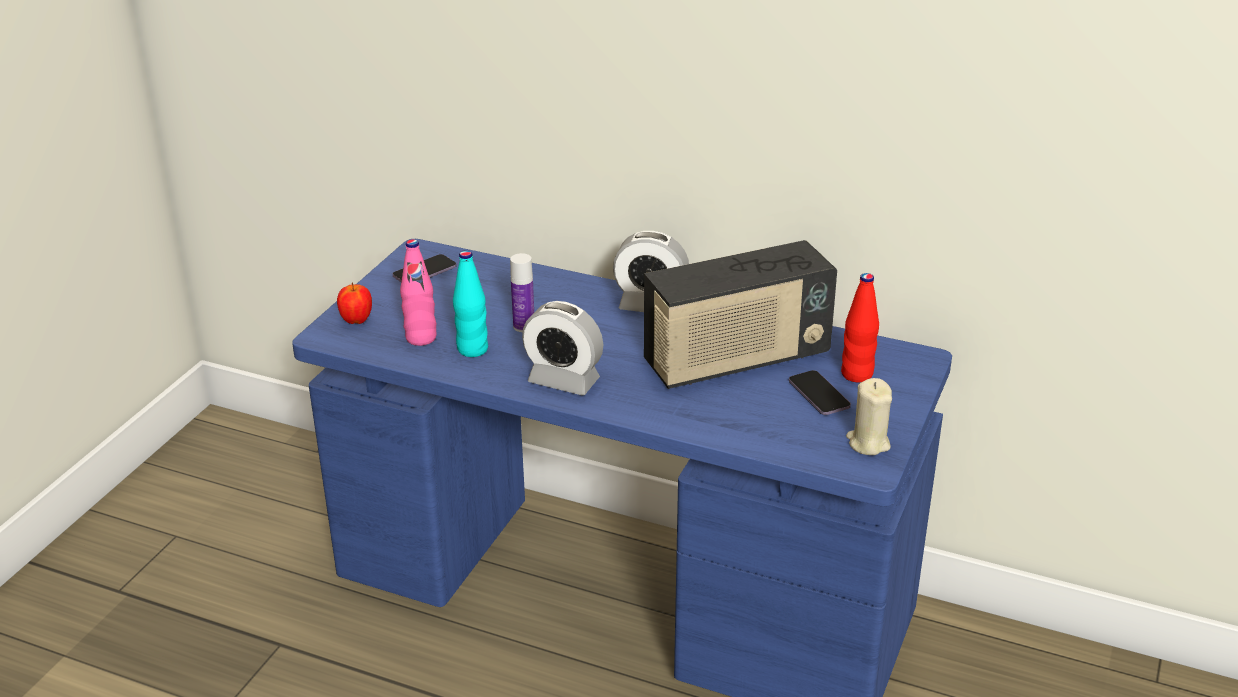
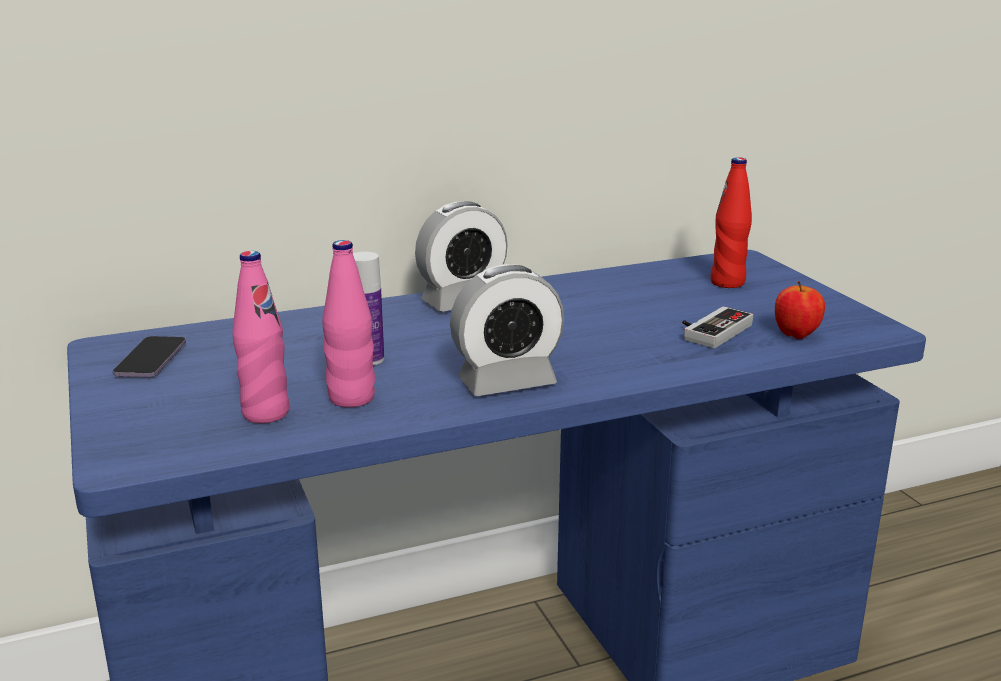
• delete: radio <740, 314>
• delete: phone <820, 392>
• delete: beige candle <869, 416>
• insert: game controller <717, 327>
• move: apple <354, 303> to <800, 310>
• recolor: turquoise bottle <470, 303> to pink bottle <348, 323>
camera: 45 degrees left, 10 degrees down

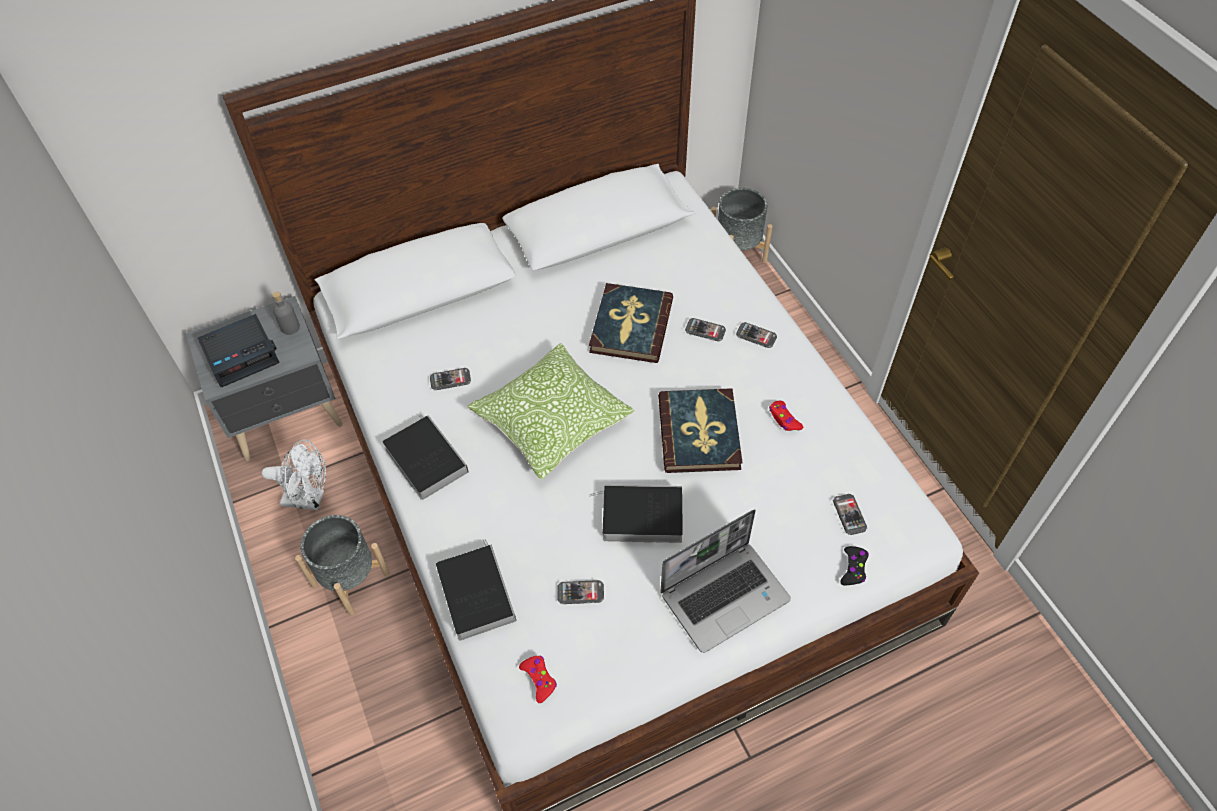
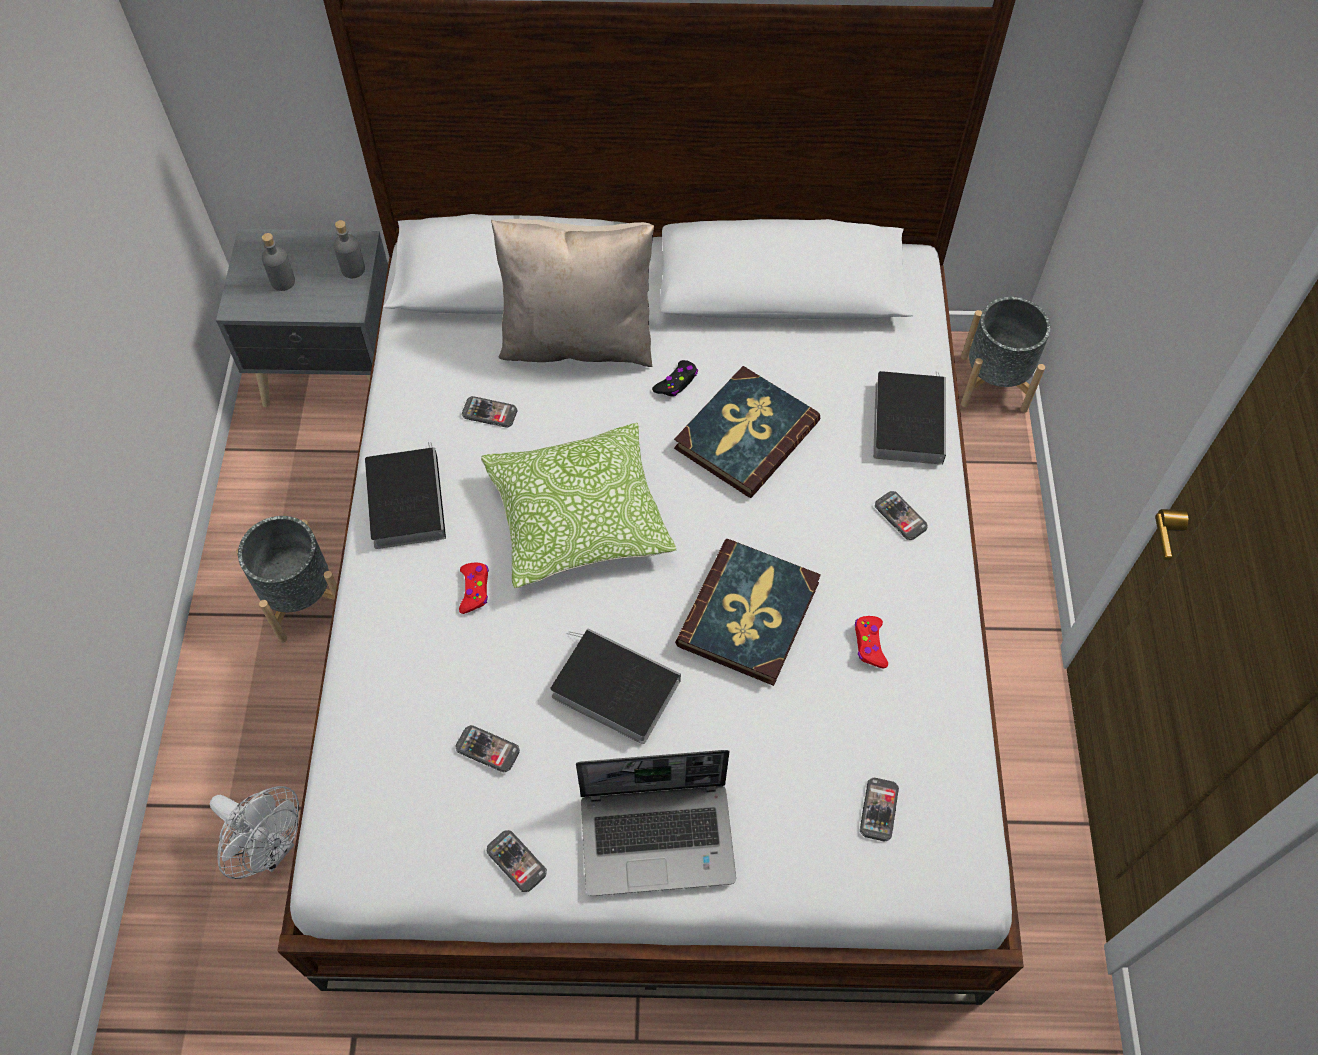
• insert: beige pillow <572, 293>
• move: white fan <294, 474> to <254, 832>
• move: book <476, 590> to <909, 418>
• move: red game controller <538, 679> to <474, 588>
• move: phone <705, 330> to <516, 861>
• move: black game controller <854, 566> to <675, 378>
• replace: alarm clock <239, 350> to grey bottle <278, 262>
camera: 25 degrees right, 5 degrees up

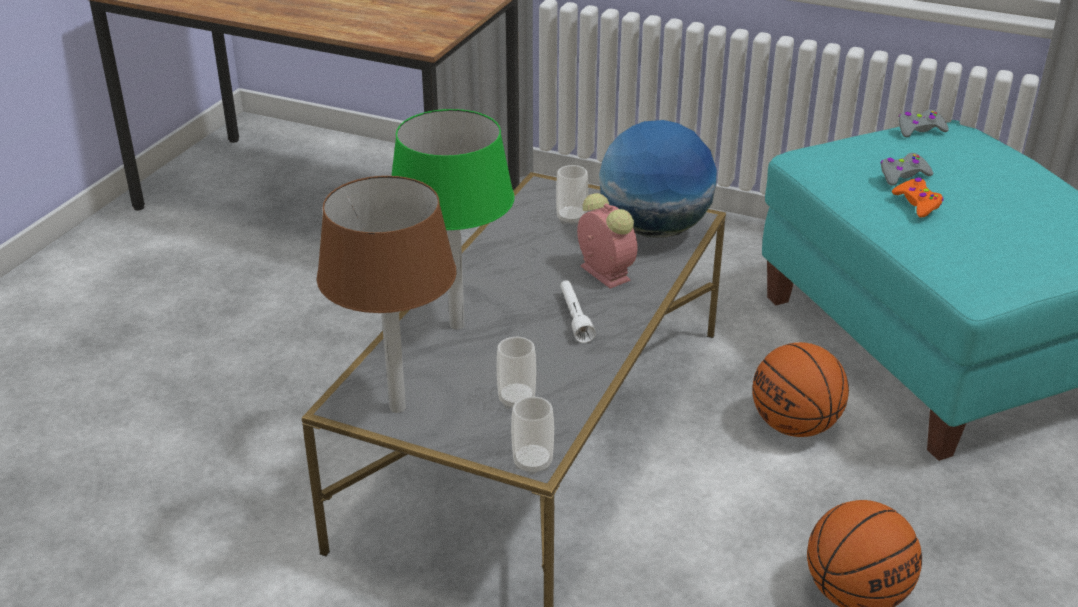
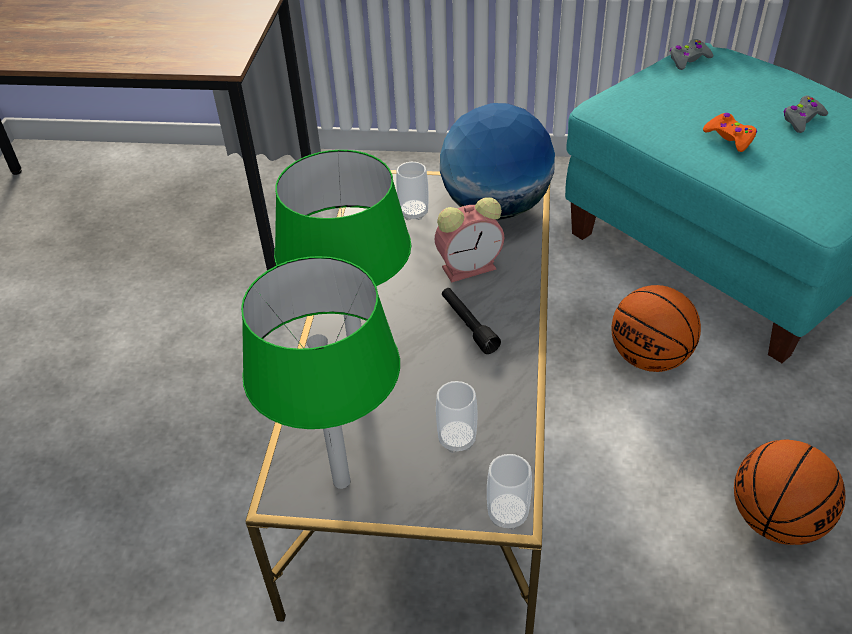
• move: grey game controller <906, 169> to <805, 114>
• recolor: brown table lamp <387, 294> to green table lamp <320, 372>
• recolor: white flashlight <578, 311> to black flashlight <471, 321>
• rotate: alarm clock <607, 240> = <469, 239> 120 degrees clockwise
camera: 15 degrees left, 10 degrees up

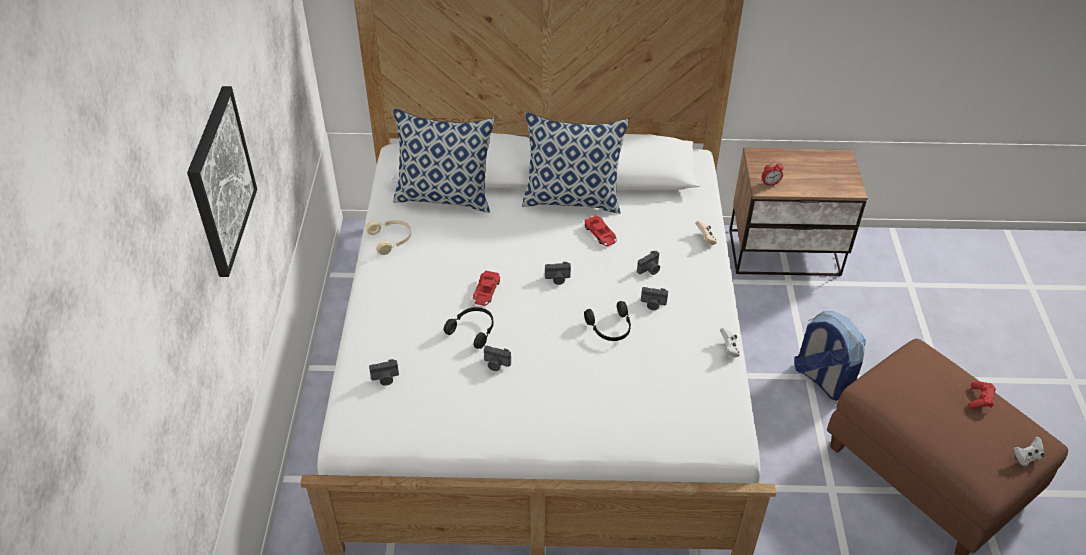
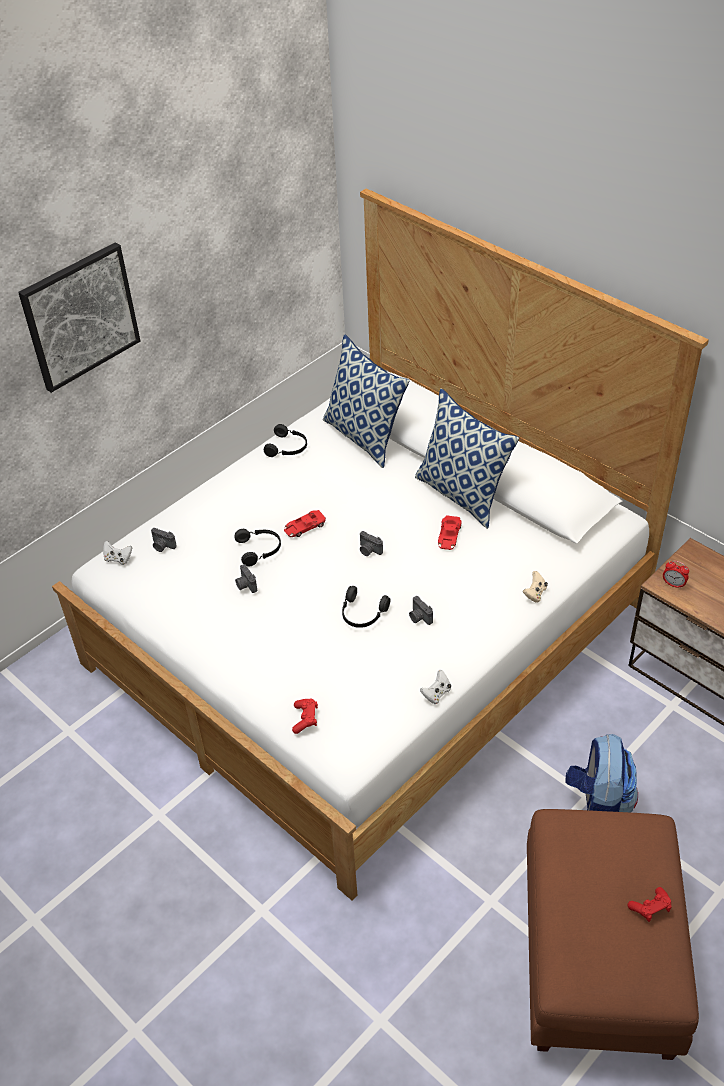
• delete: photo camera <648, 263>
• insert: red game controller <305, 716>
• move: white game controller <1029, 451> to <117, 553>
• recolor: beige headphones <388, 237> to black headphones <285, 440>
camera: 45 degrees right, 0 degrees up

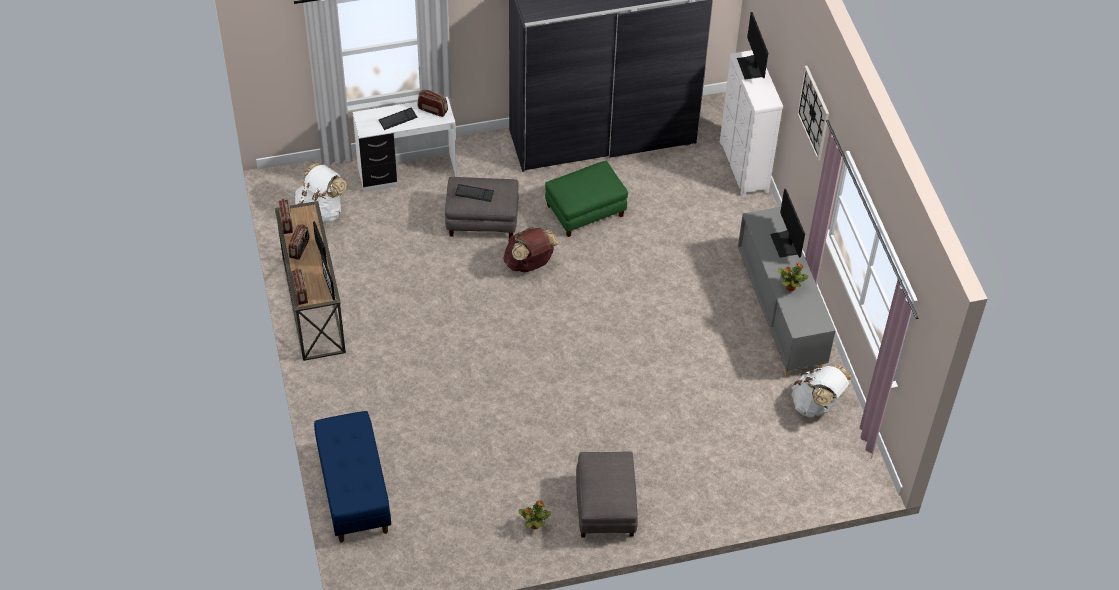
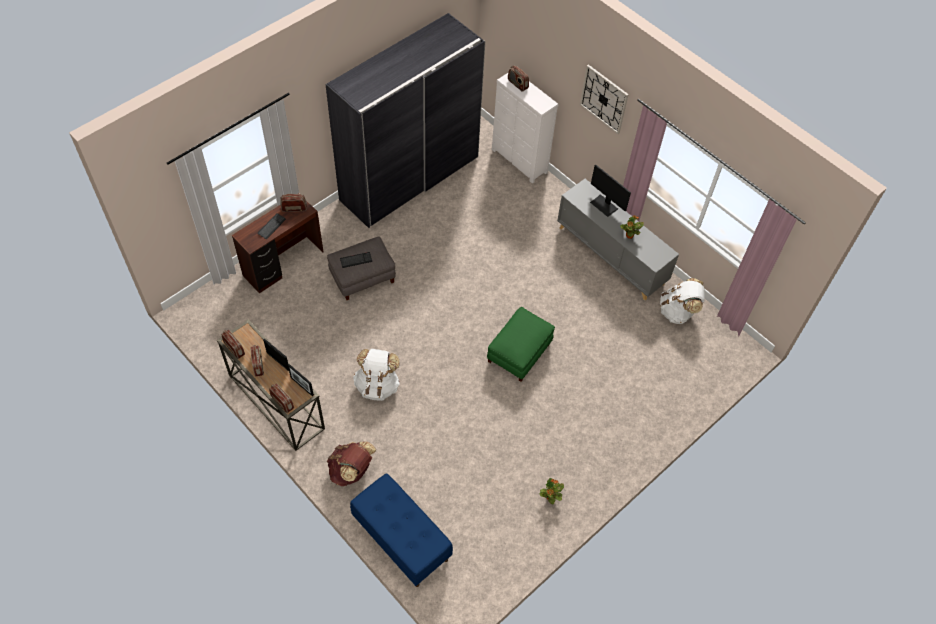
• delete: grey ottoman <607, 494>
• move: white backpack <321, 193> to <376, 375>
• move: brown backpack <531, 249> to <351, 463>
• move: green ottoman <586, 199> to <521, 344>
• replace: monitor <752, 45> to radio <518, 78>
• recolor: white desk <405, 144> to brown desk <277, 243>
camera: 30 degrees left, 5 degrees up

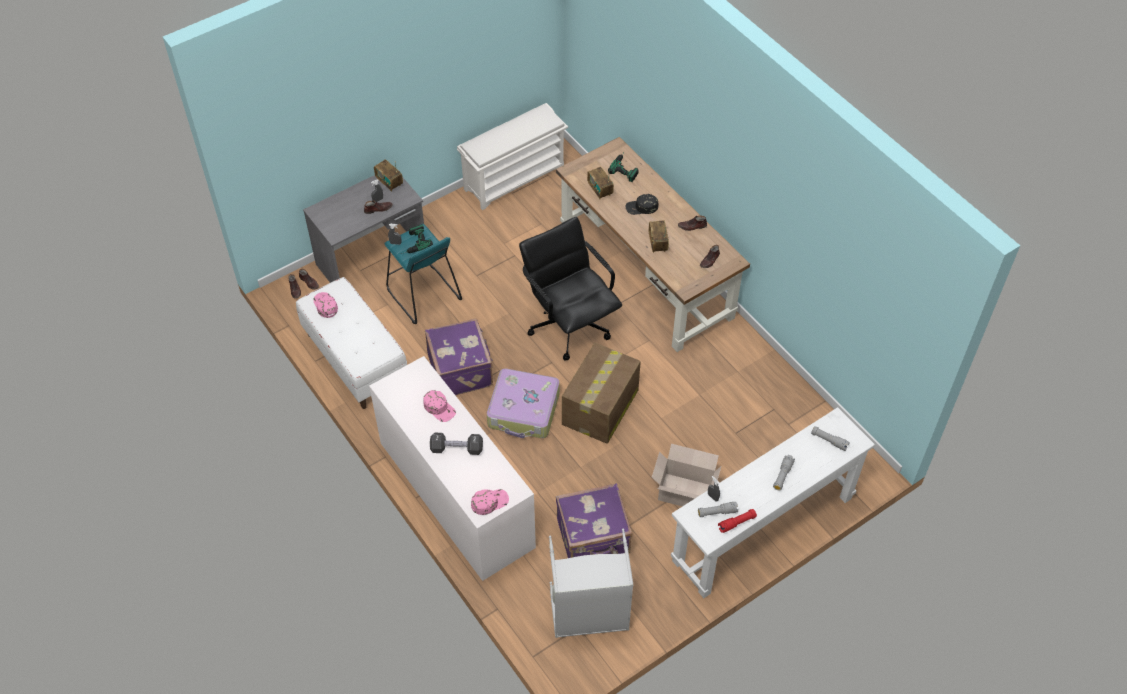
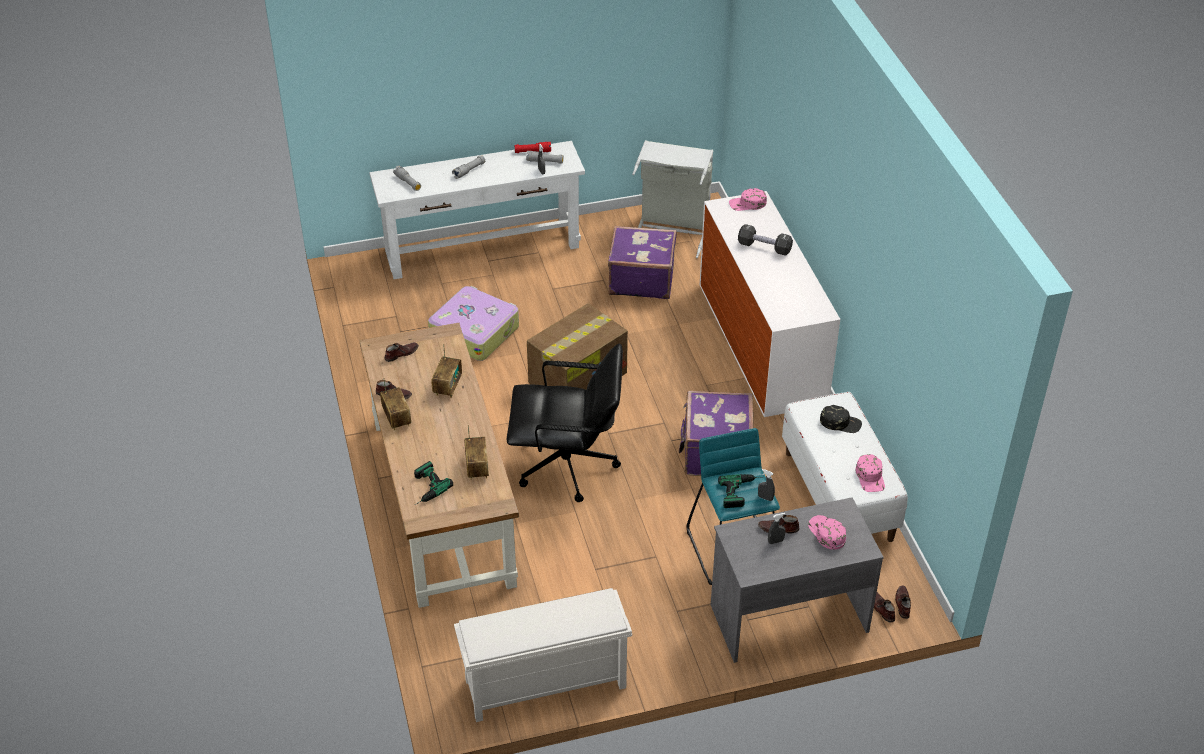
• delete: cardboard box <686, 475>
• move: radio <388, 176> to <395, 404>
• move: pink cap <439, 406> to <827, 532>
• move: suitcase <523, 403> to <473, 323>
• move: black cap <642, 204> to <841, 419>
• rotate: black office chair <570, 289> = <565, 422> 75 degrees counterclockwise
camera: 160 degrees left, 10 degrees down

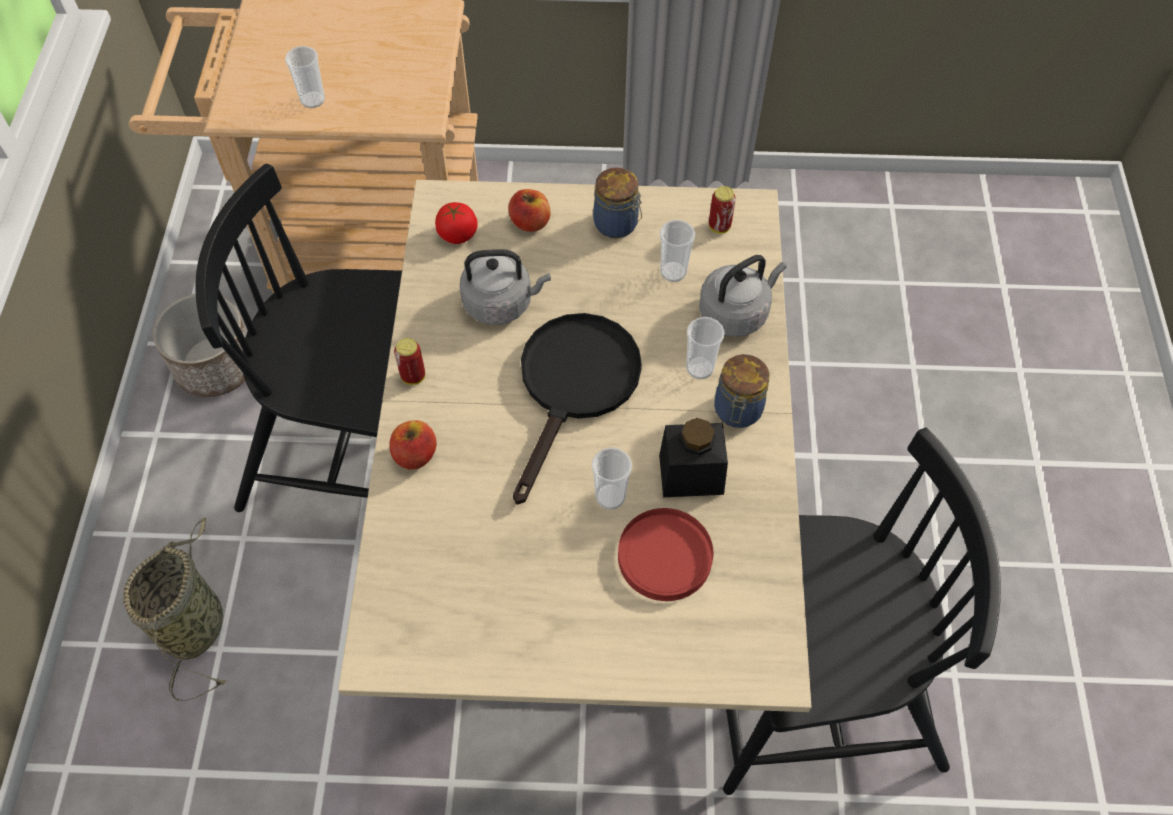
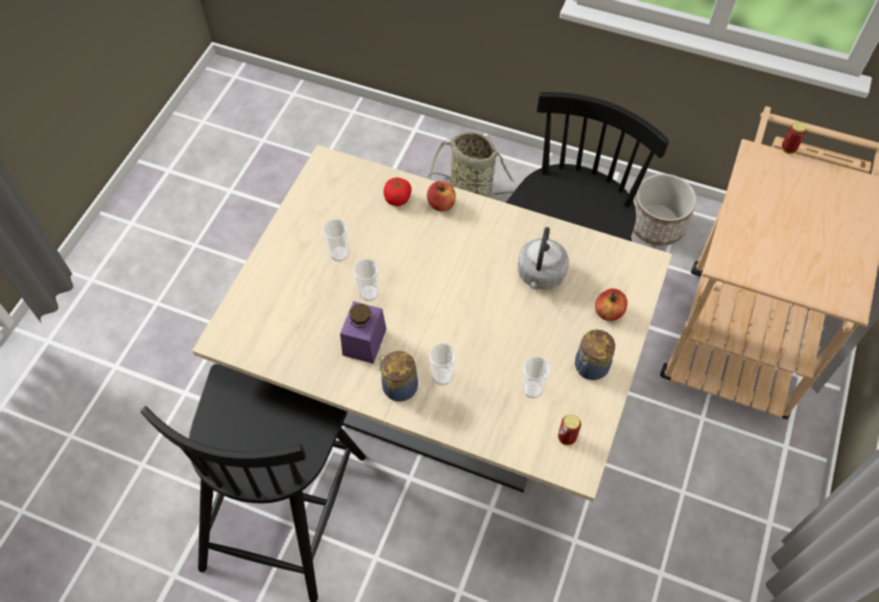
• delete: black frying pan <577, 409>
• delete: red plate <665, 554>
• delete: grey kettle <743, 296>
• move: cup <305, 77> to <335, 240>
• move: can <409, 361> to <793, 137>
• move: tomato <456, 223> to <397, 191>
• recolor: black jar <693, 457> to purple jar <363, 332>
camera: 110 degrees right, 0 degrees up

